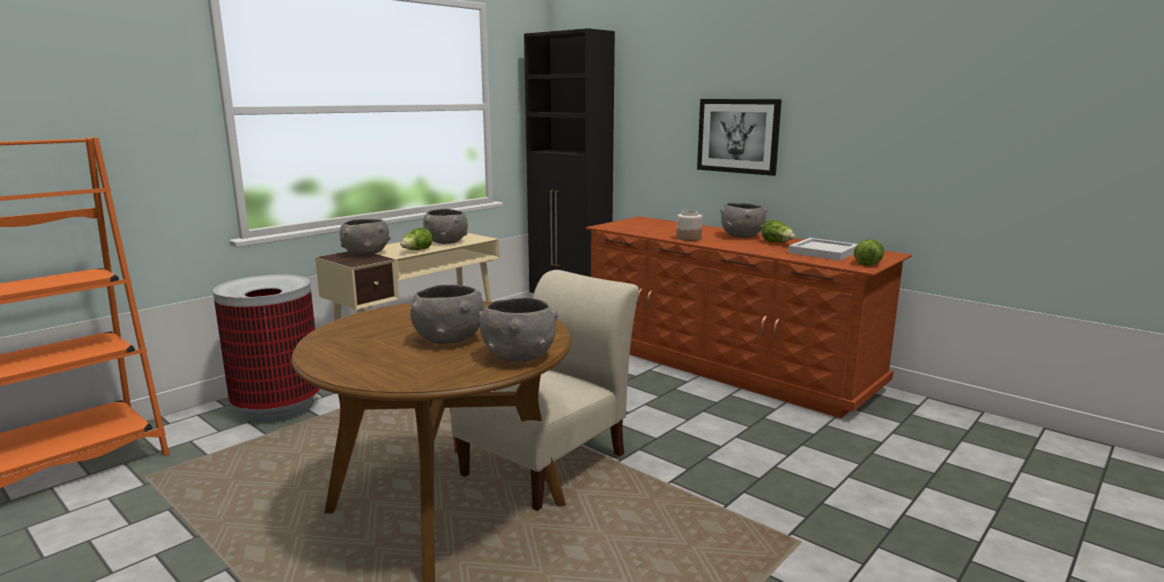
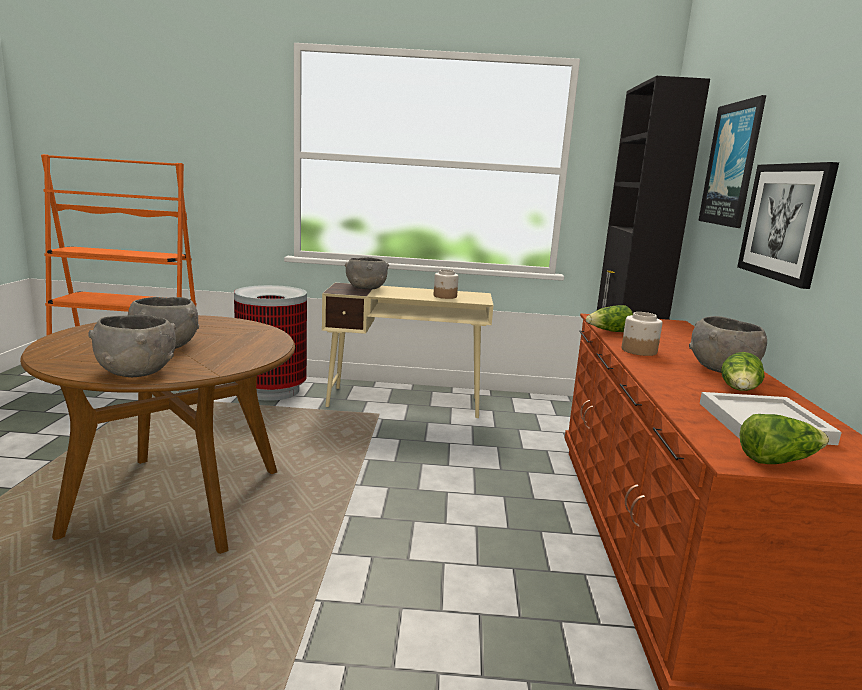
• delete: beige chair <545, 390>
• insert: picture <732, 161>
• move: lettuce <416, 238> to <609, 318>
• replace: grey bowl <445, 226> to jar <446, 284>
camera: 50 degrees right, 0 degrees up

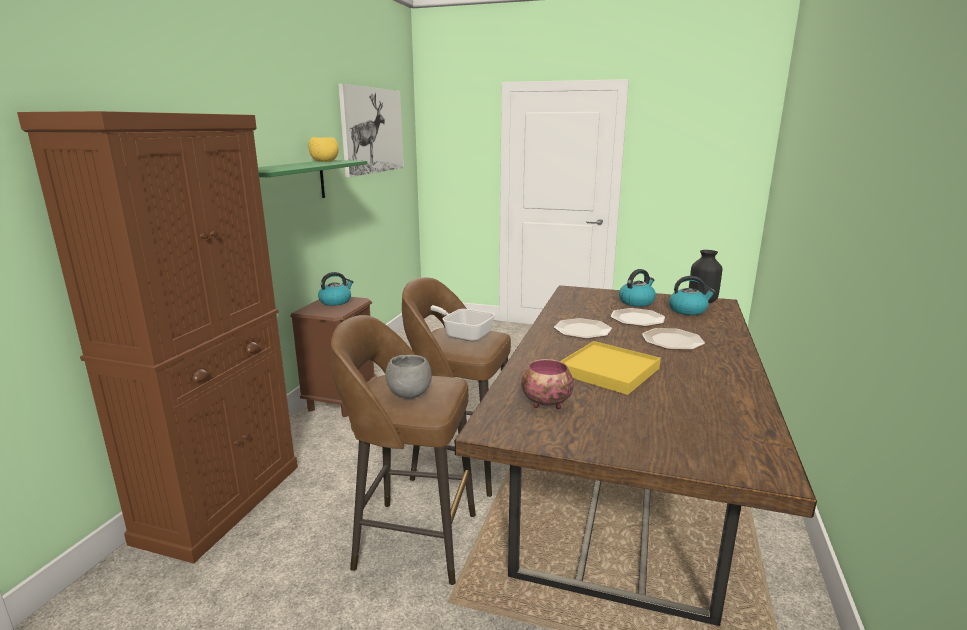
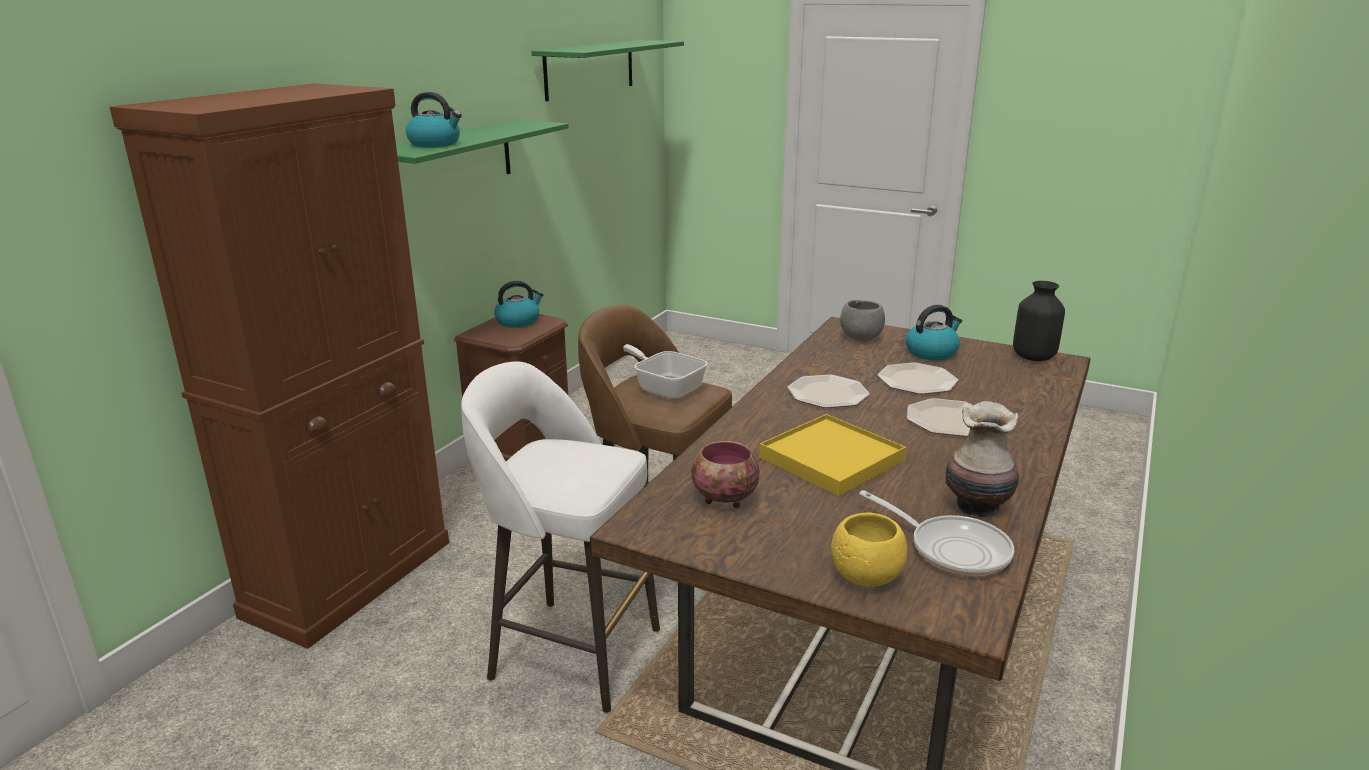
• insert: frying pan <937, 533>
• insert: vase <982, 459>
• move: yellow bowl <323, 149> to <869, 550>
• move: grey bowl <408, 377> to <862, 320>
• move: kettle <692, 295> to <434, 119>
• replace: picture <371, 130> to green shelf <607, 70>
• recolor: brown stool <403, 450> to white stool <560, 537>
camera: 10 degrees right, 5 degrees up

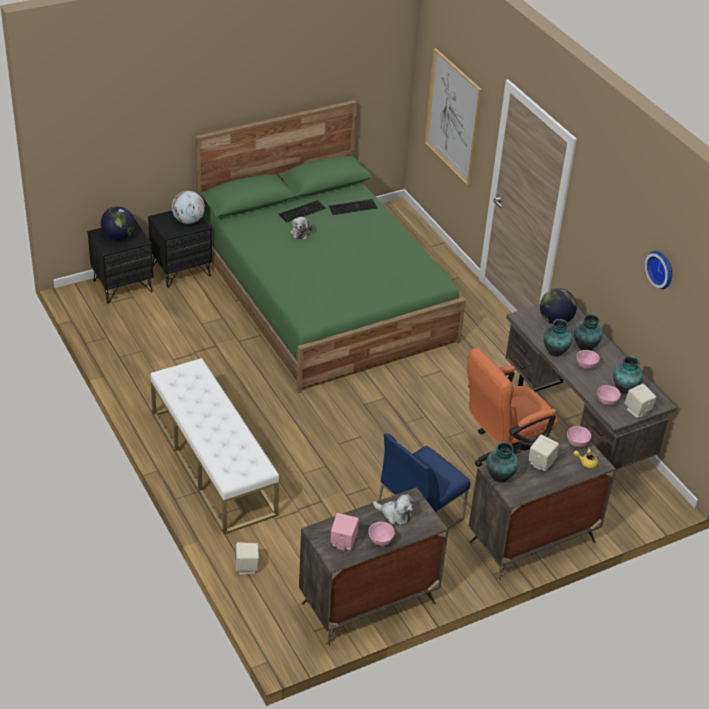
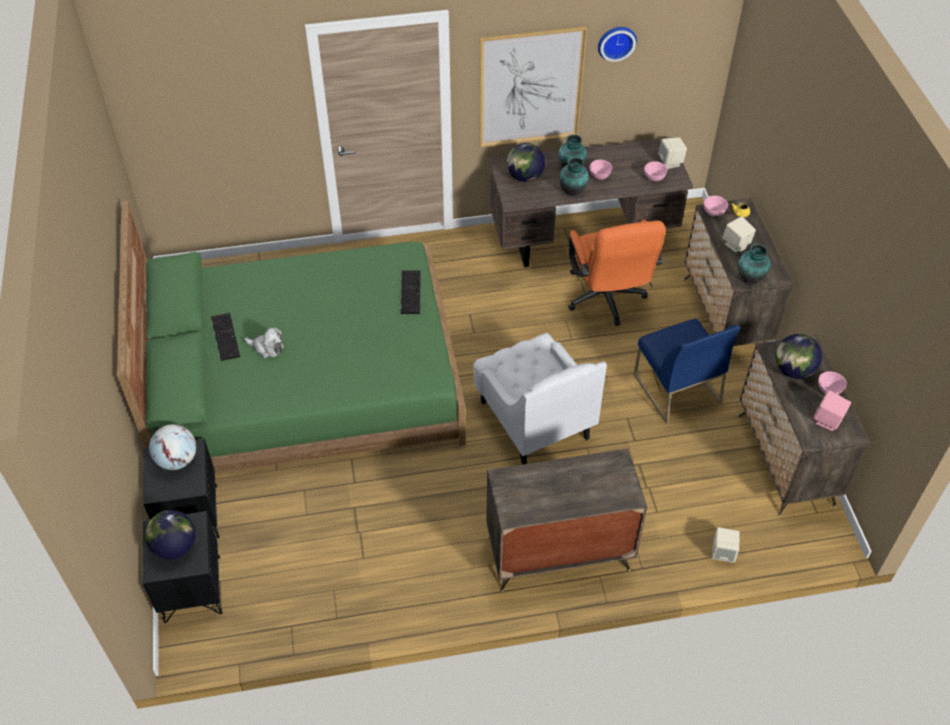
• delete: vase <628, 375>
• insert: white armchair <540, 398>
• move: keyboard <353, 207> to <410, 292>
• move: picture <453, 117> to <533, 87>
• replace: white bench <214, 446> to dresser <566, 520>
• replace: plush toy <393, 509> to globe <798, 356>
camera: 70 degrees left, 10 degrees up

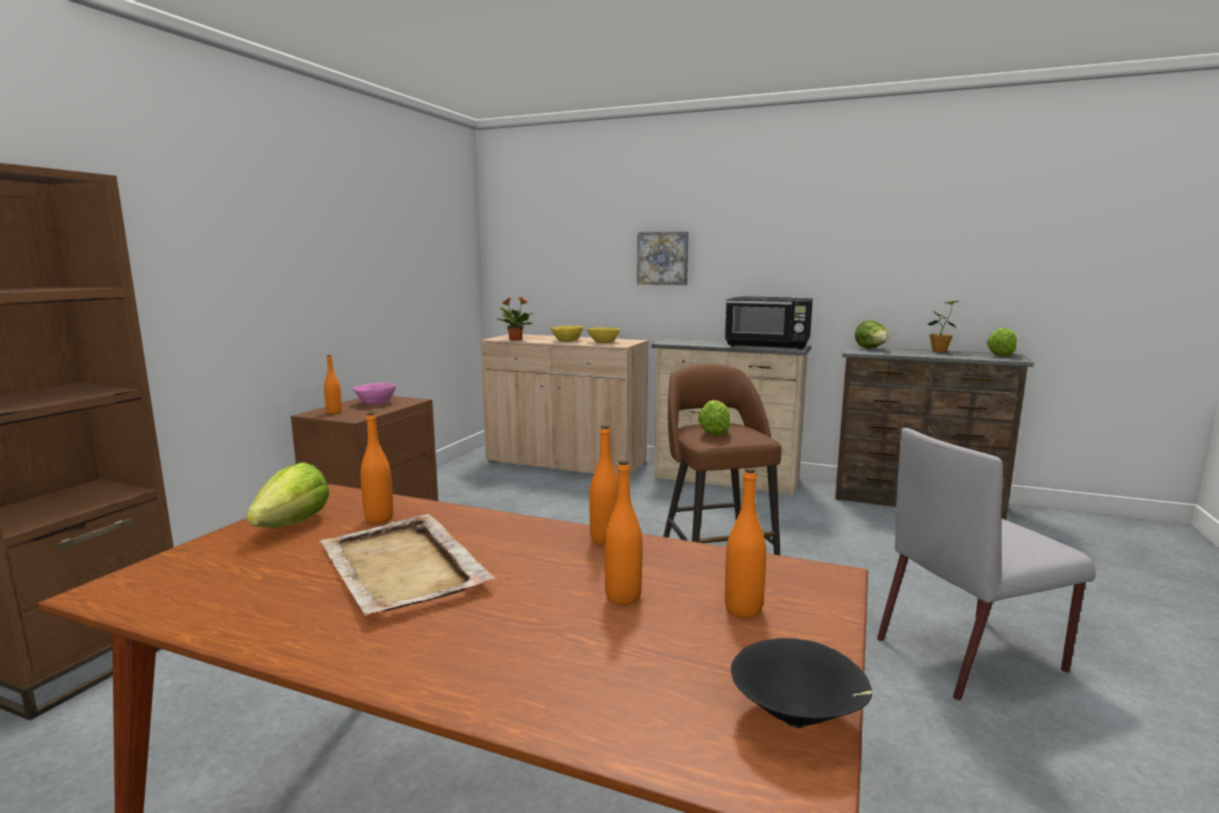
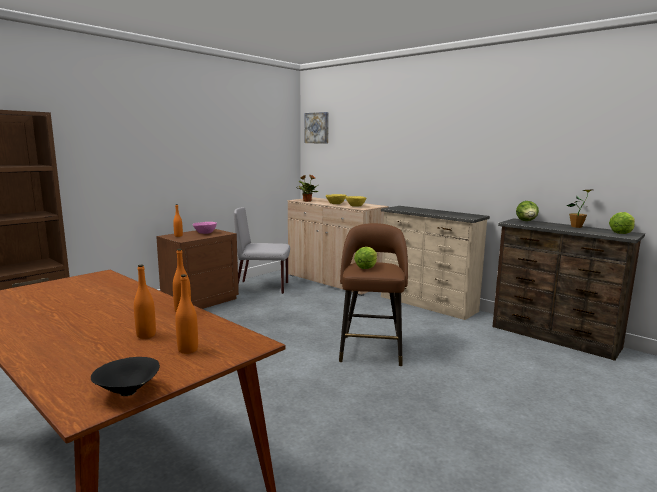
• delete: lettuce <288, 495>
• delete: beige tray <407, 564>
• delete: orange bottle <376, 467>
• delete: black microwave <769, 323>
• move: picture <663, 258> to <317, 128>
• move: grey chair <986, 564> to <262, 250>
camera: 20 degrees right, 0 degrees up

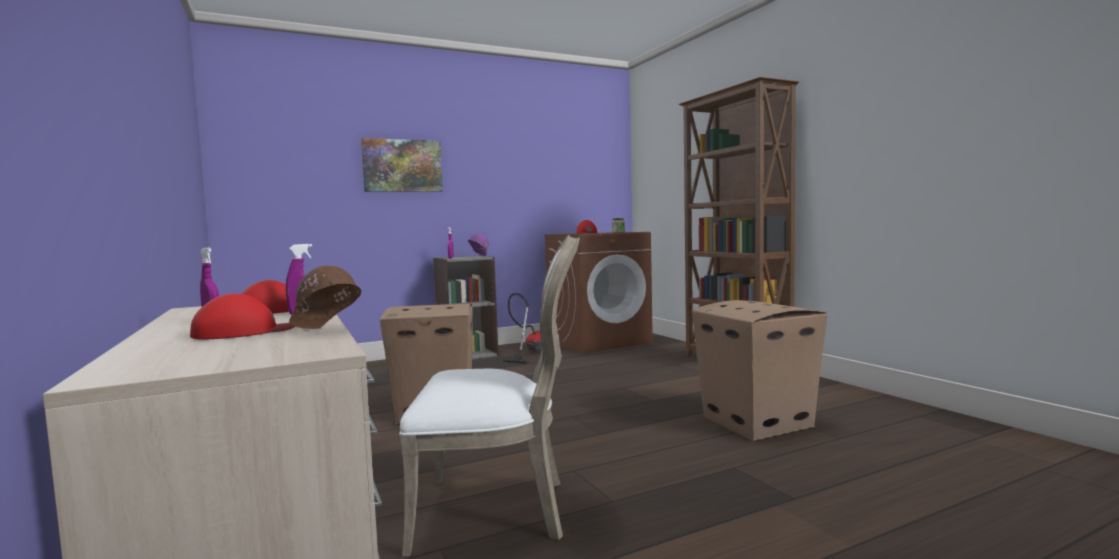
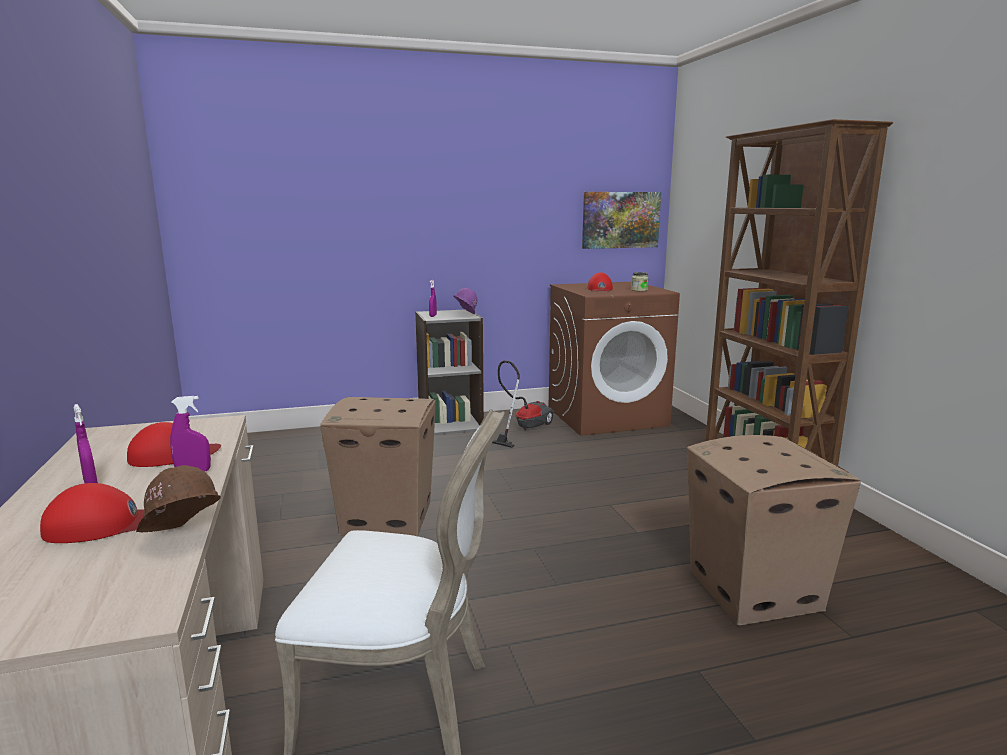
• move: picture <402, 165> to <621, 220>
camera: 10 degrees right, 10 degrees up

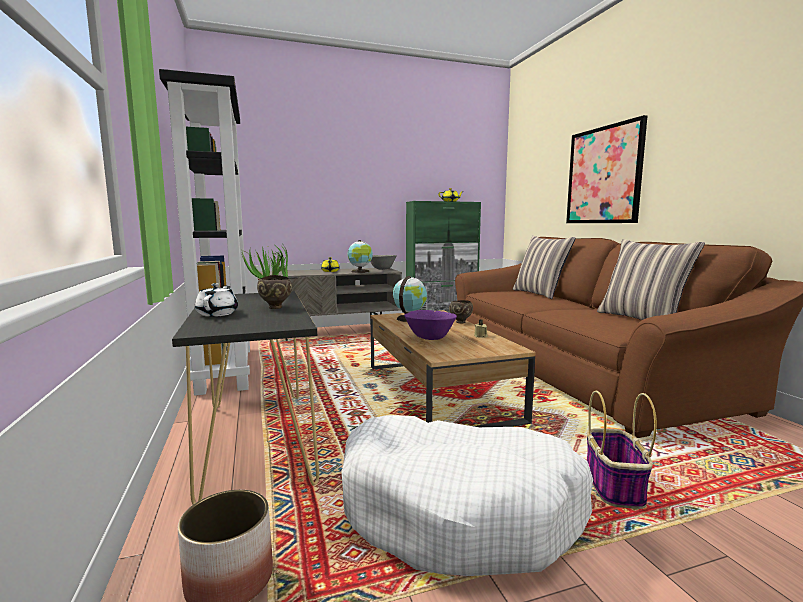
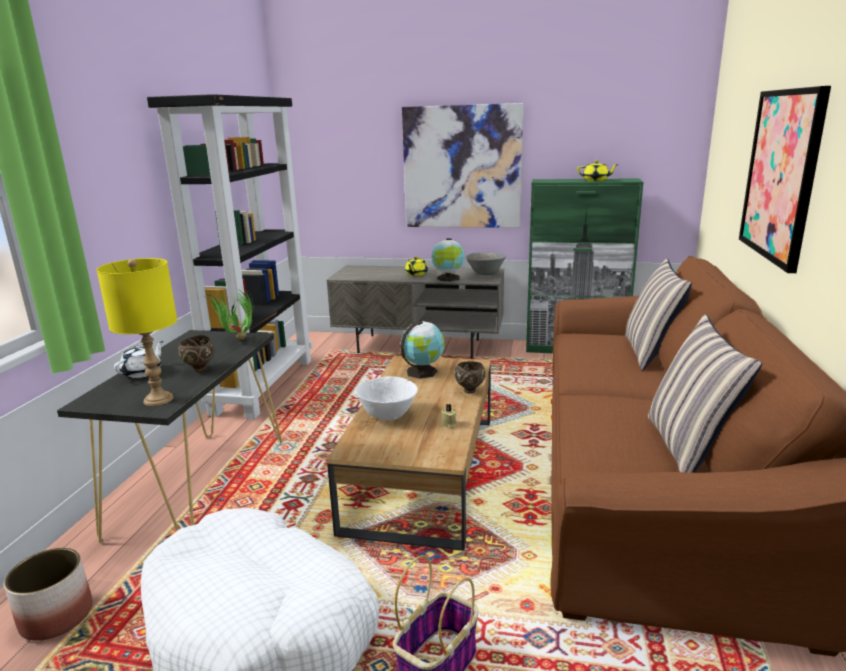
• insert: yellow table lamp <136, 332>
• insert: picture <462, 165>
• recolor: purple bowl <430, 325> to white bowl <386, 398>
camera: 30 degrees right, 10 degrees up

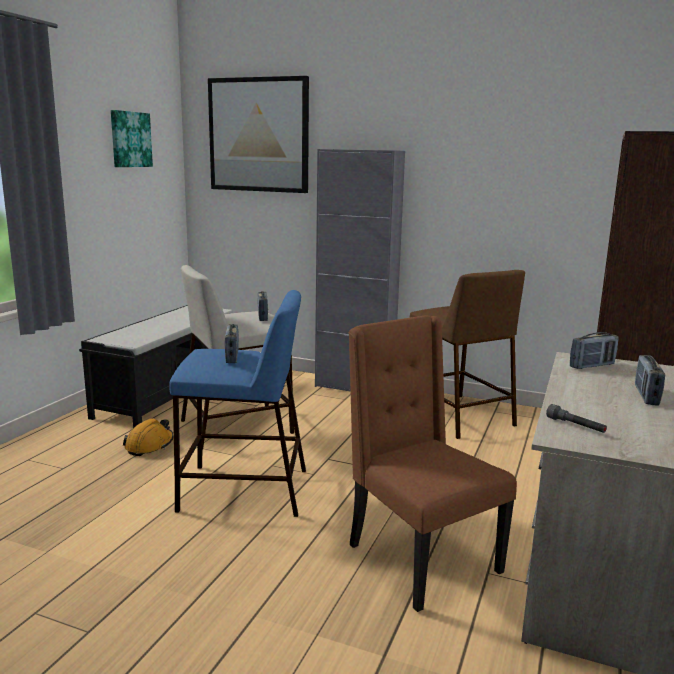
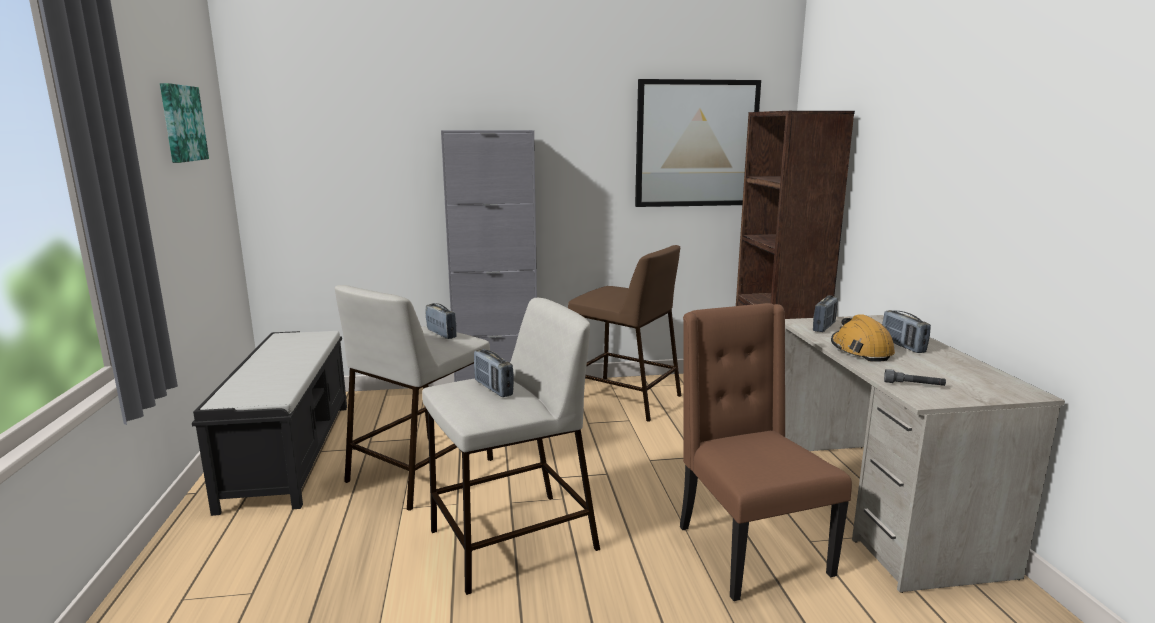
• move: orange hard hat <148, 437> to <863, 338>
• move: picture <258, 134> to <698, 143>
• recolor: blue stool <237, 403> to beige stool <511, 446>
• rotate: brown chair <433, 463> = <766, 452> 45 degrees clockwise
camera: 30 degrees left, 0 degrees up

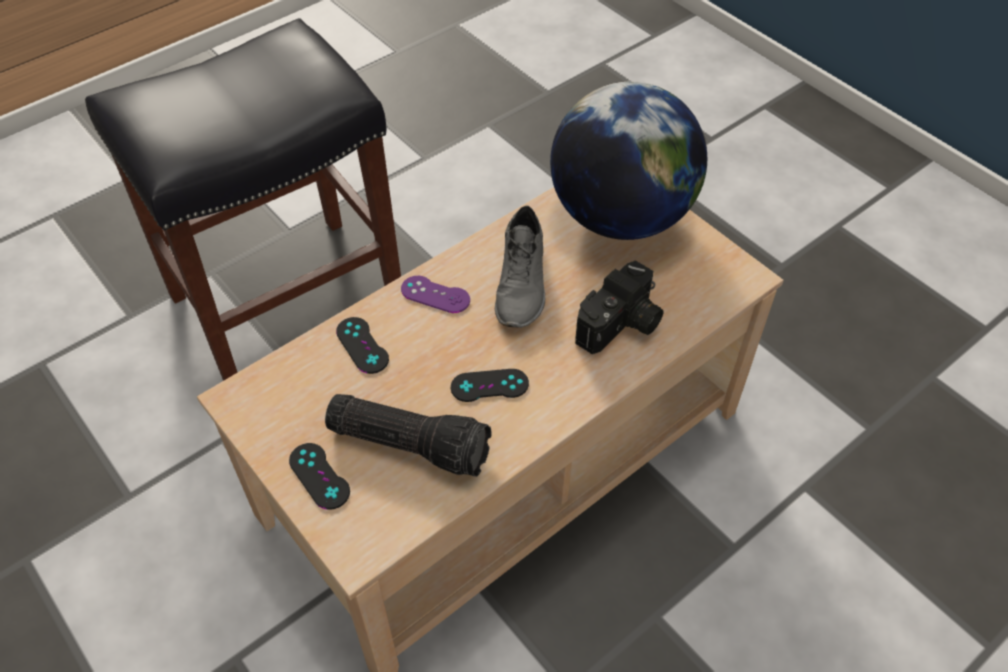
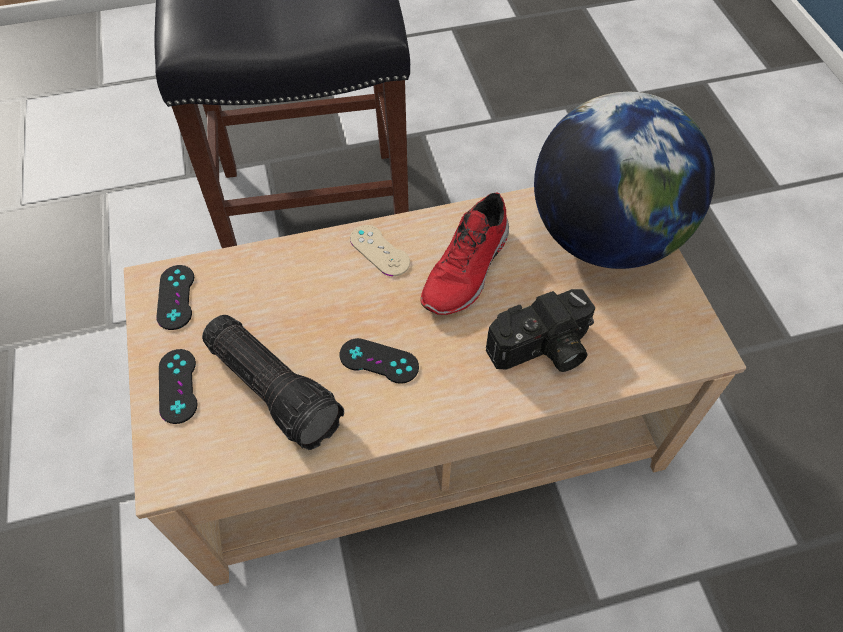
• move: black game controller <362, 345> to <175, 297>
• recolor: purple game controller <435, 294> to beige game controller <380, 250>
• recolor: grey shoe <520, 267> to red shoe <465, 254>
camera: 25 degrees right, 5 degrees up

